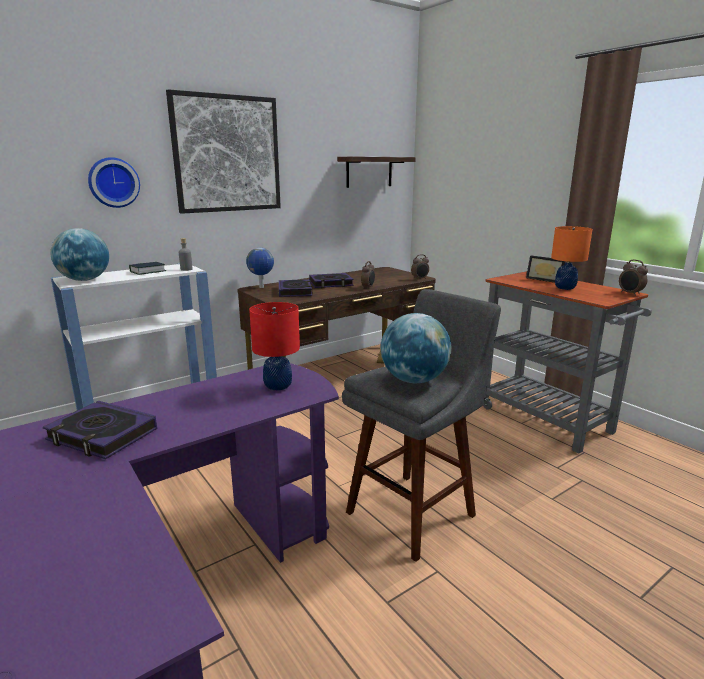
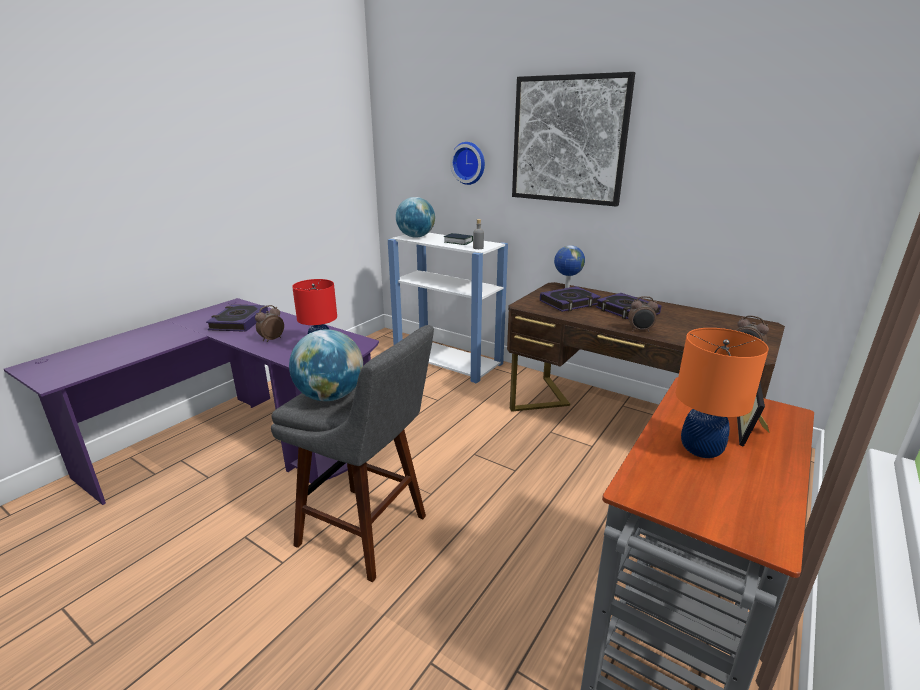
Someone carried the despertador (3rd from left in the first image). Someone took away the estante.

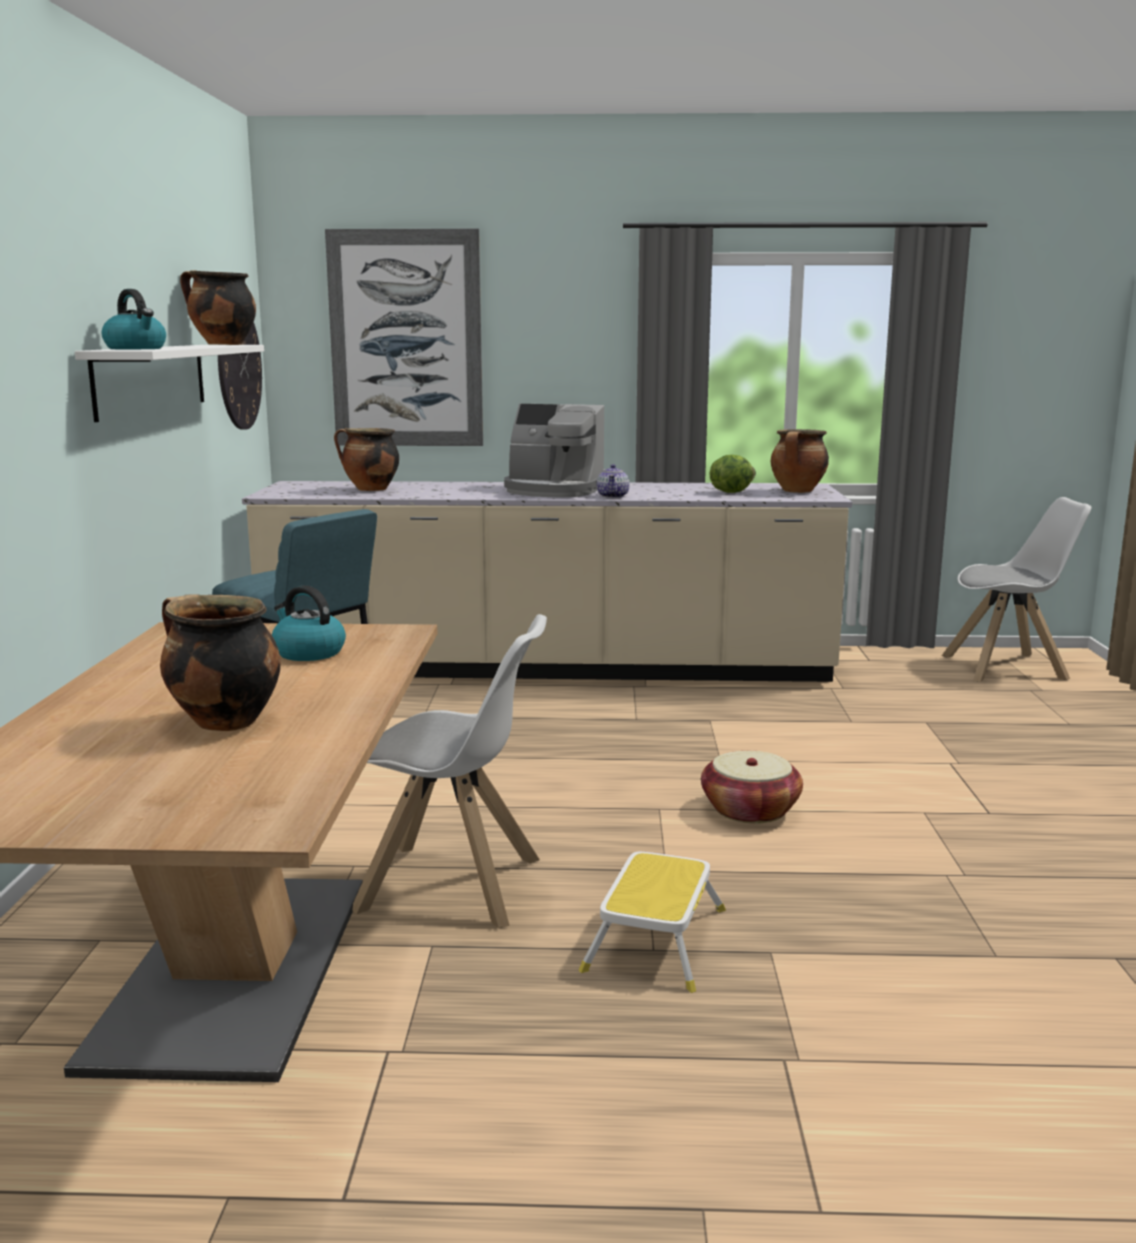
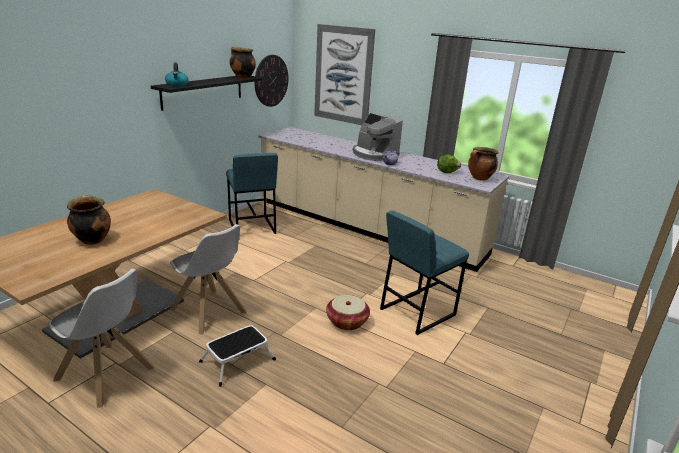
Someone carried the silla (2nd from left in the first image). Someone repainted the estante/blanco, which became the estante/negro. Someone repainted the escalera de tijera/amarillo, which became the escalera de tijera/negro. Someone put down the taburete/azul (2nd from left). Someone took away the hervidor (2nd from left). Someone took away the olla (3rd from left).

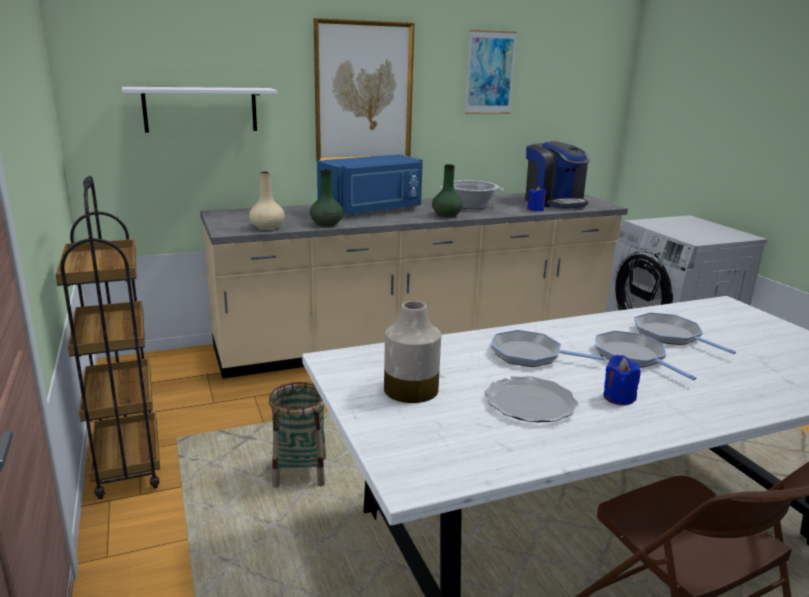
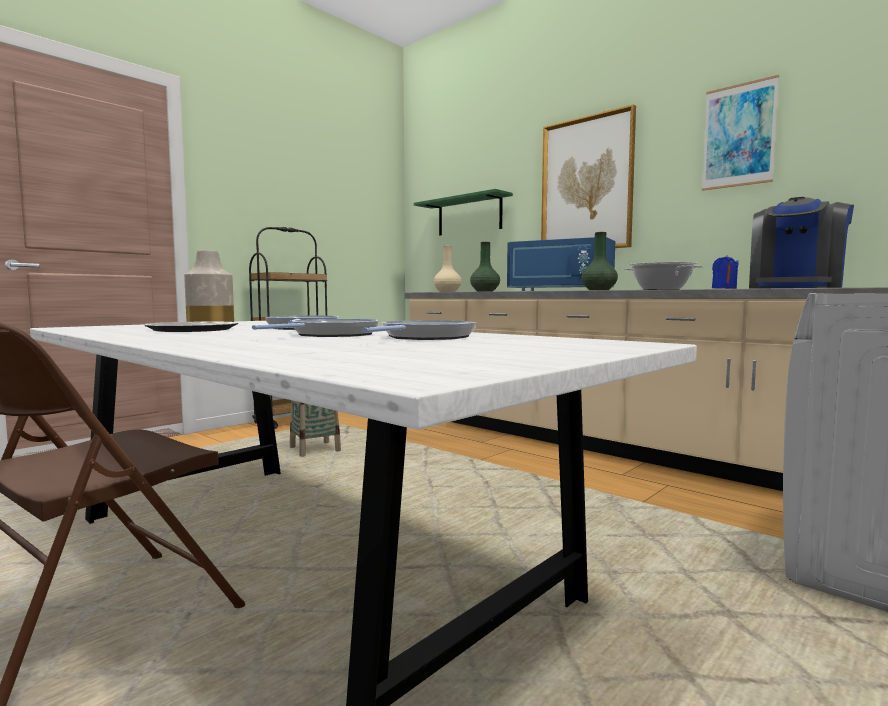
Someone repainted the estante/blanco, which became the estante/verde. Someone took away the vela/azul (2nd from left).

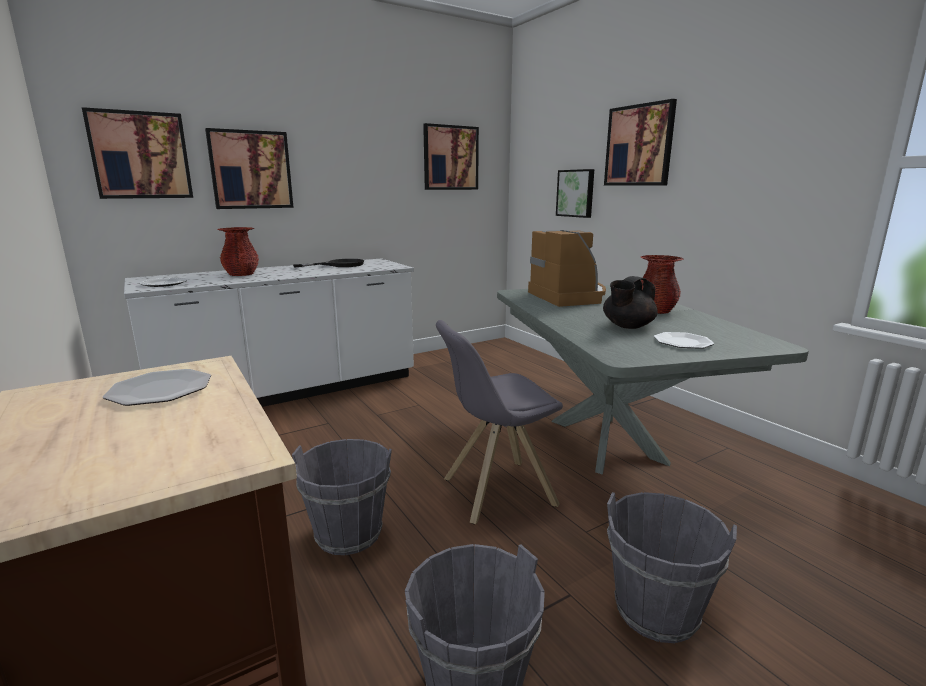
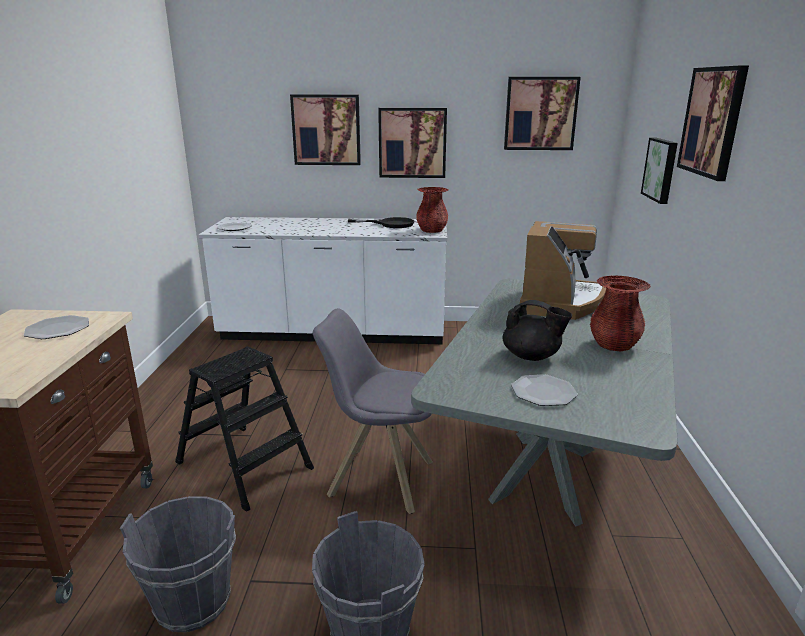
Someone swapped the cubo/gris (1st from left) for the escalera de tijera/negro. Someone carried the cuadro (1st from left in the first image). Someone carried the florero/rojo (1st from left). Someone rotated the tetera/negro by 150 degrees counterclockwise.

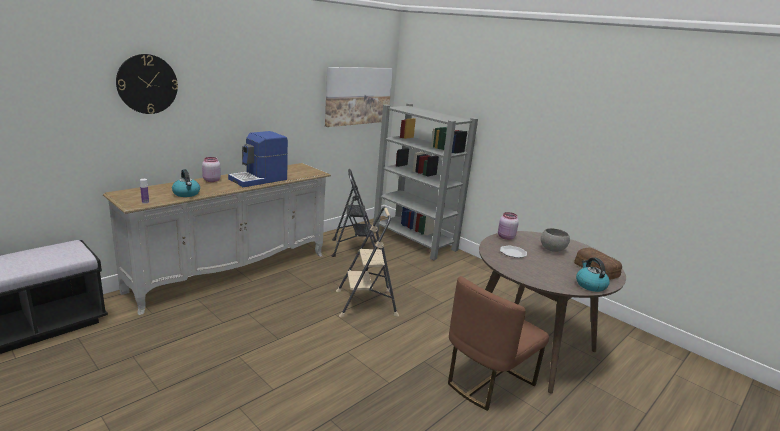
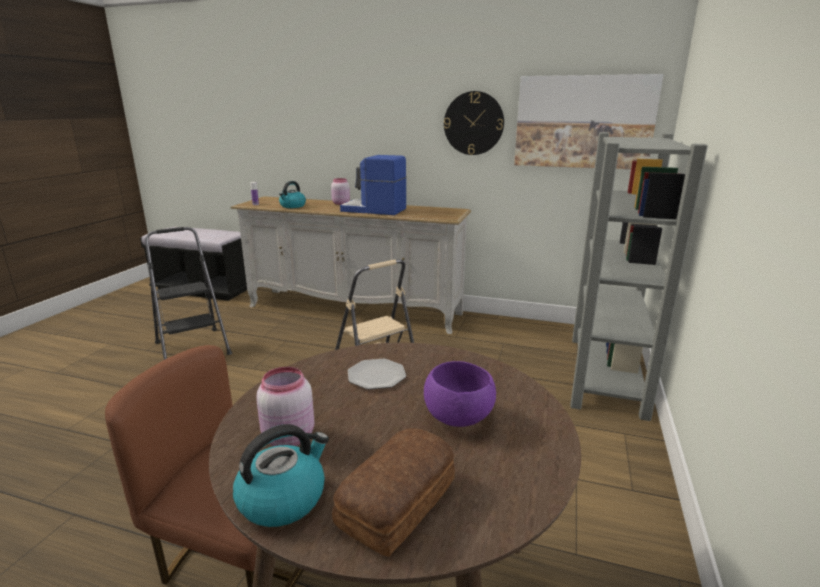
Someone carried the escalera de tijera/negro. Someone carried the tarro/rosa (2nd from left in the first image). Someone repainted the cuenco/gris, which became the cuenco/morado. Someone carried the reloj de pared.

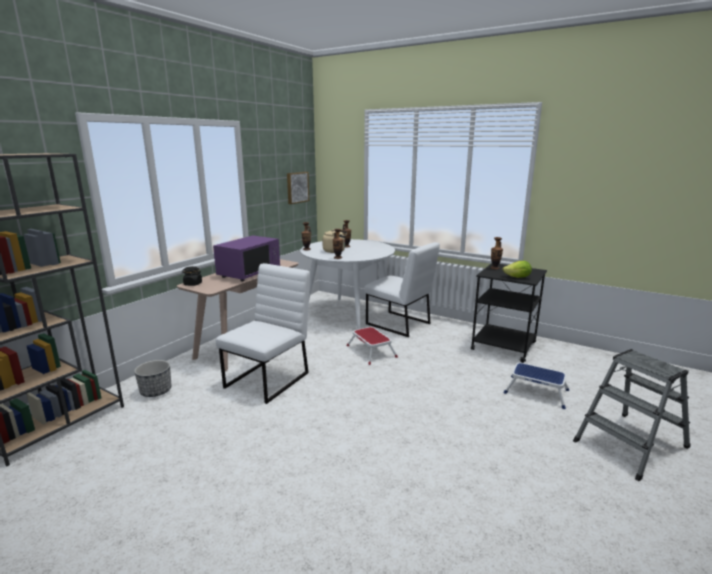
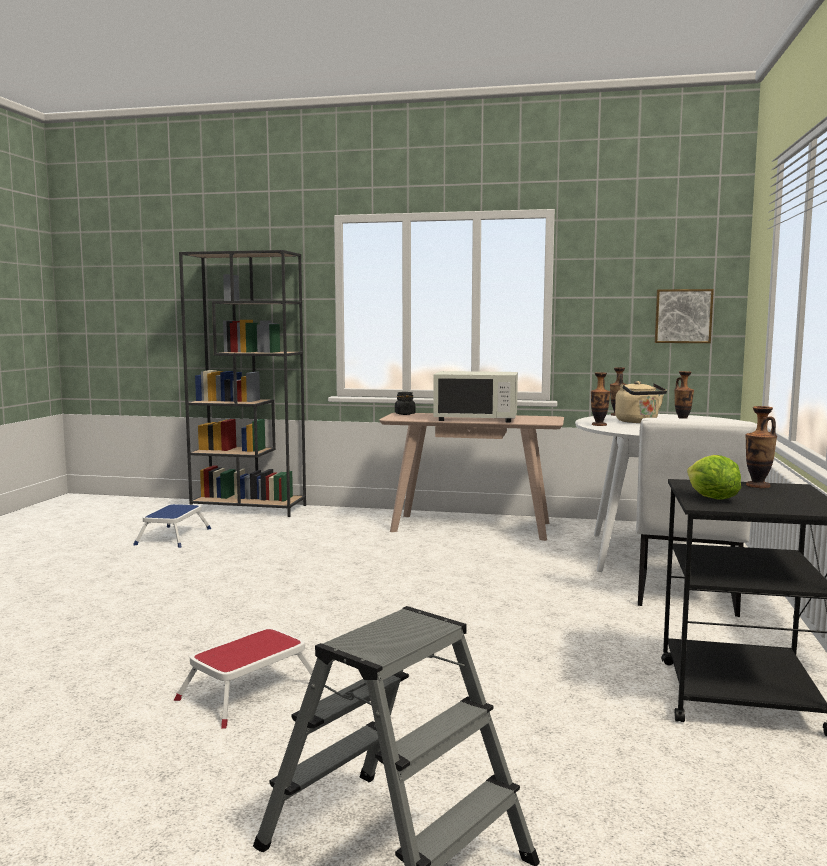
Someone carried the escalera de tijera/azul. Someone carried the escalera de tijera/rojo. Someone repainted the microondas/morado, which became the microondas/blanco. Someone took away the maceta. Someone took away the silla/blanco (1st from left).

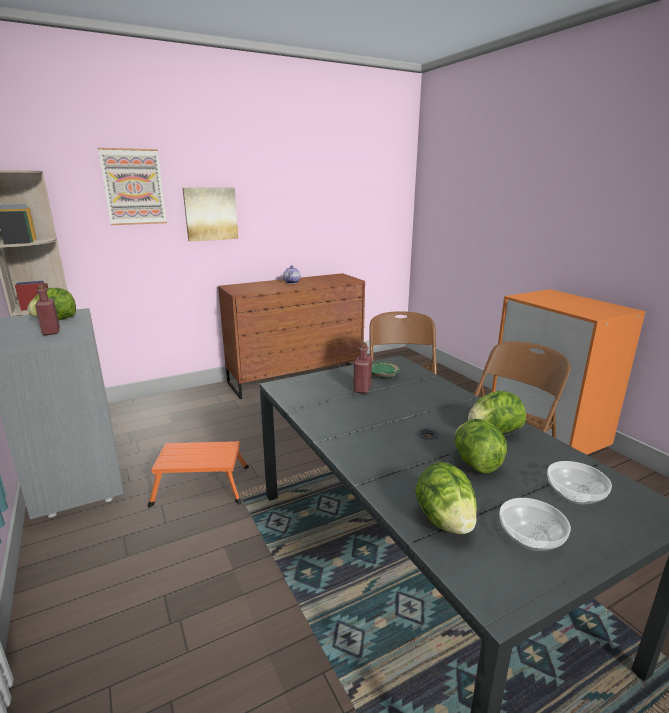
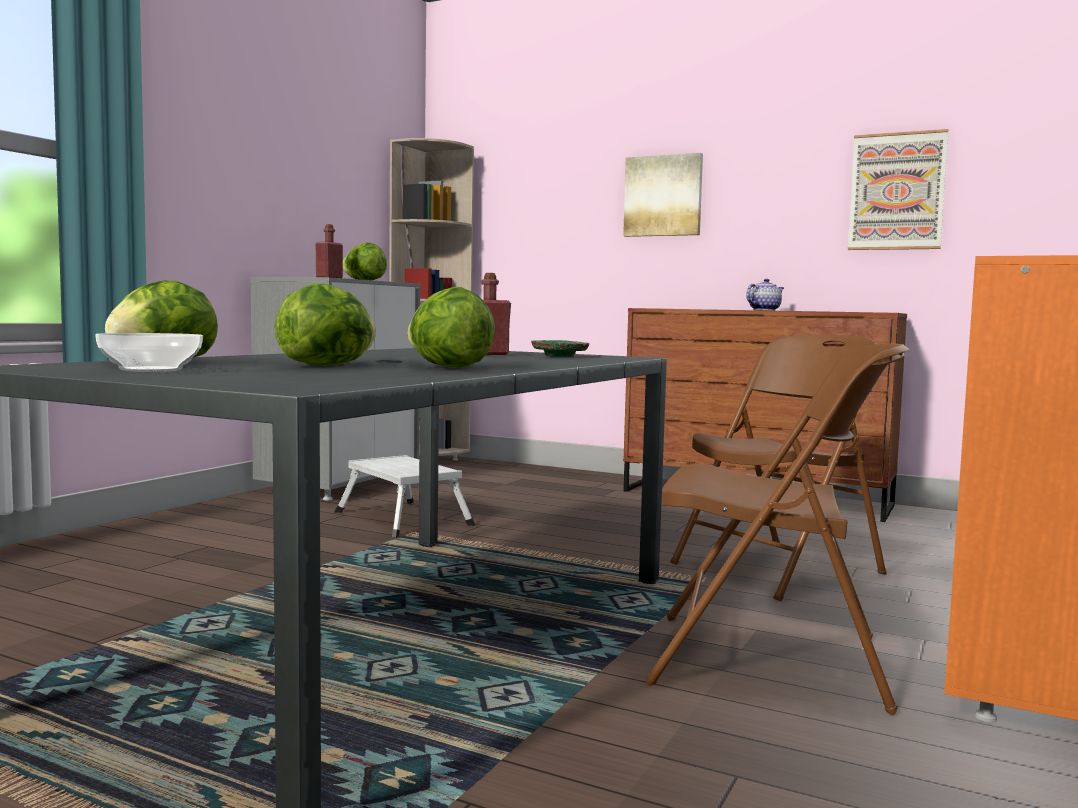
Someone repainted the escalera de tijera/naranja, which became the escalera de tijera/blanco. Someone carried the cuadro (1st from left in the first image). Someone took away the cuenco (2nd from left).

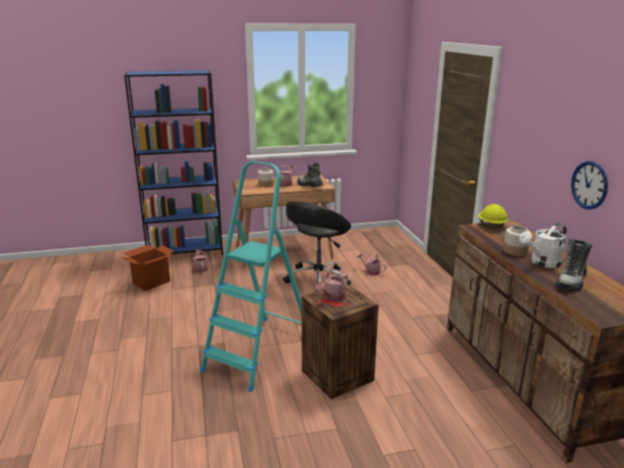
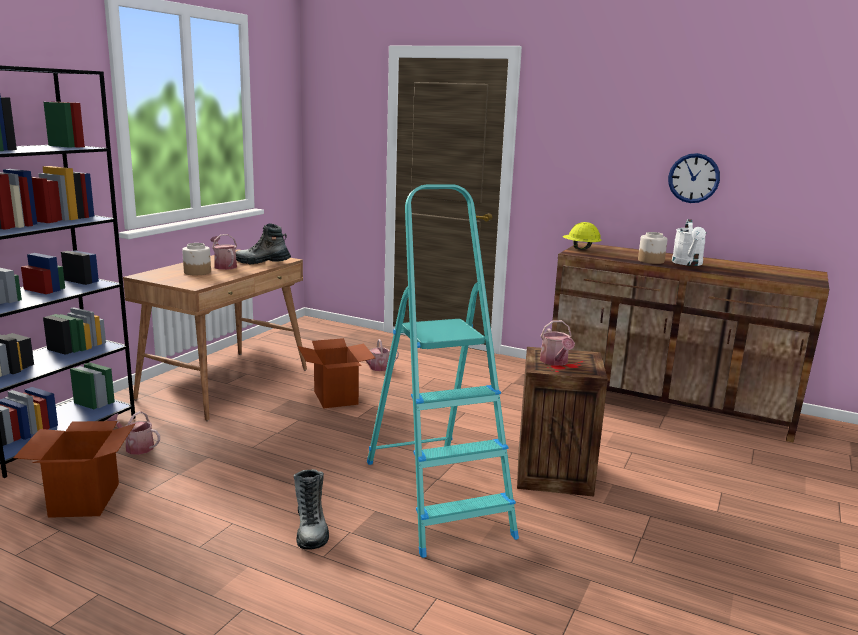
Someone carried the bota (2nd from left). Someone swapped the silla de oficina/negro for the caja de cartón (2nd from left).

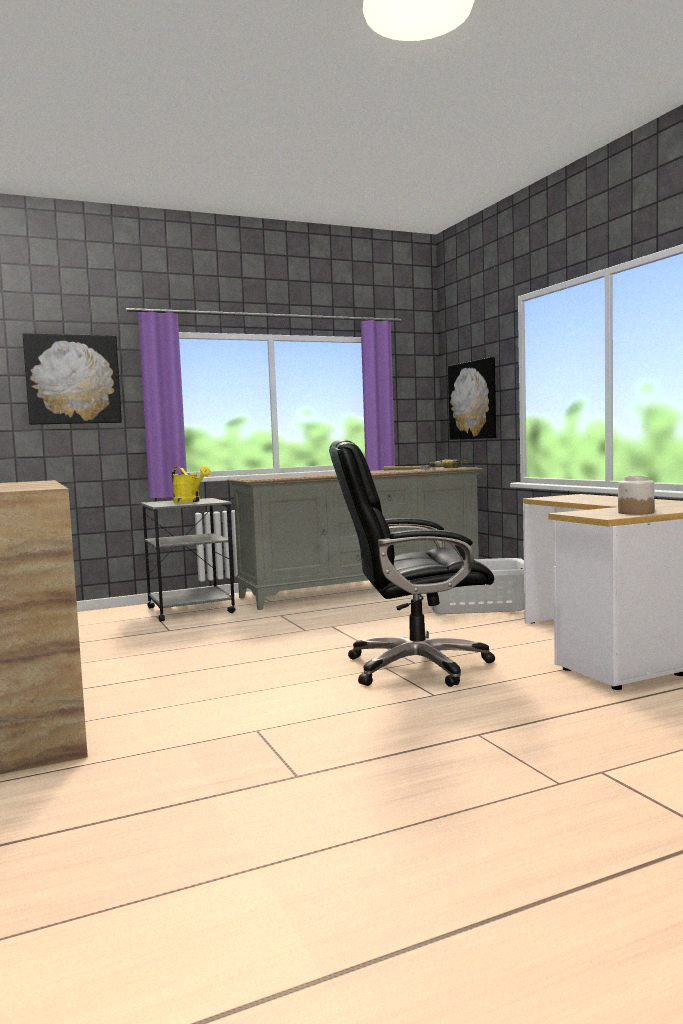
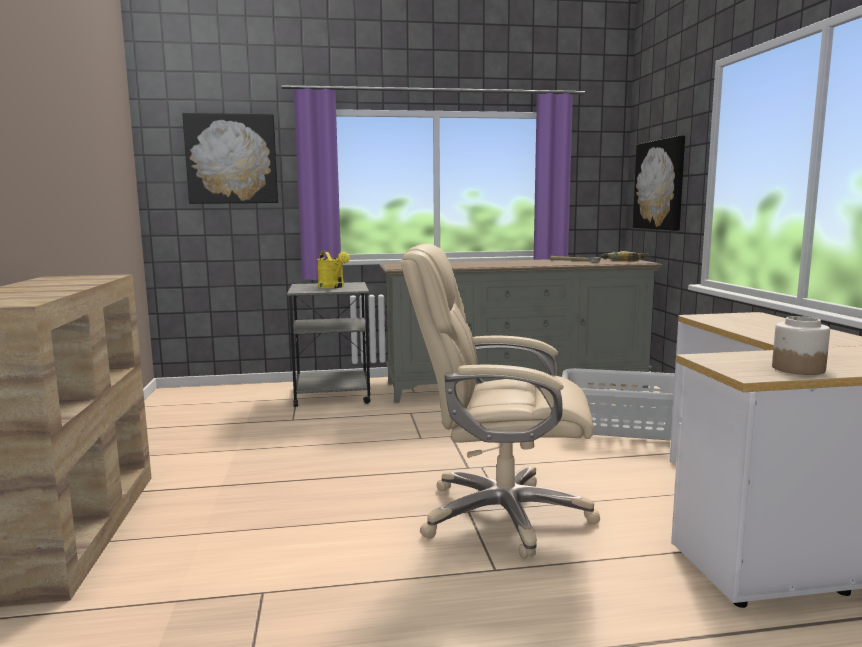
Someone repainted the silla de oficina/negro, which became the silla de oficina/beis.

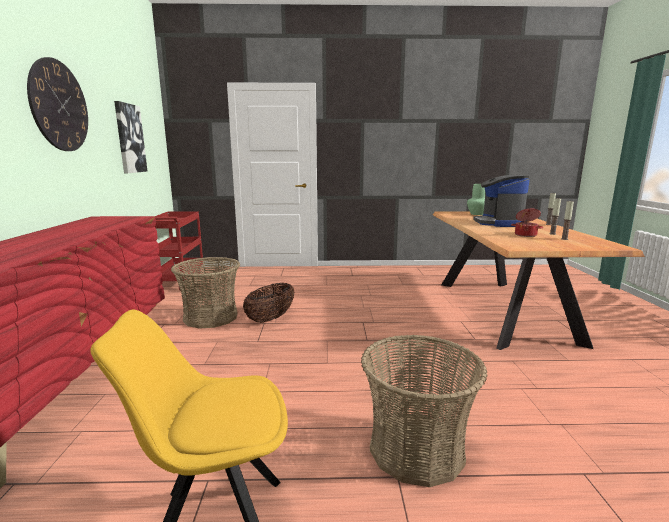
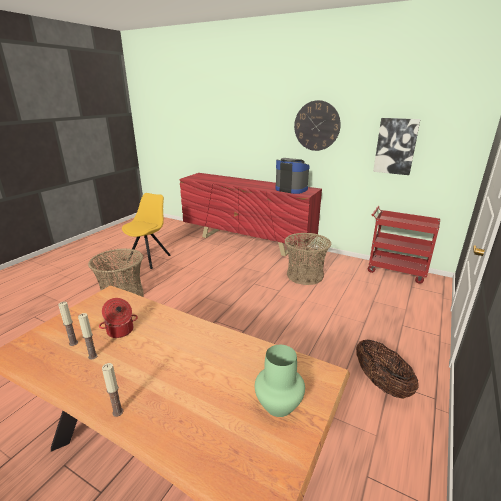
Someone carried the cafetera. Someone carried the cesta (2nd from left in the first image).

